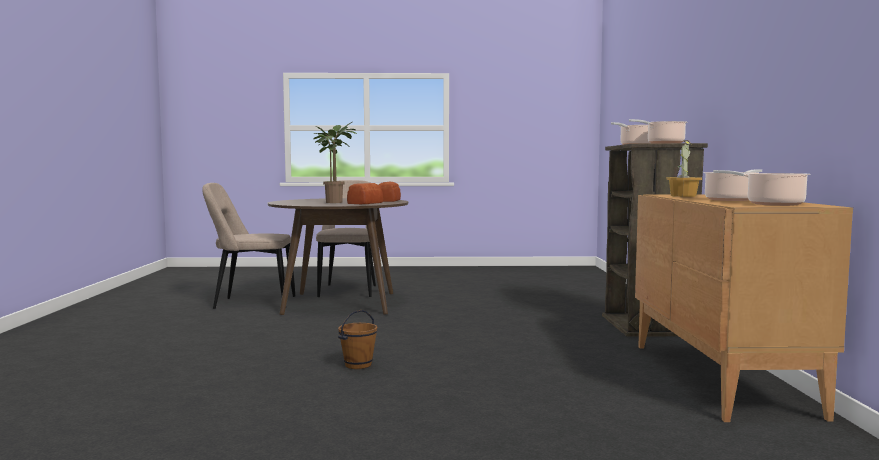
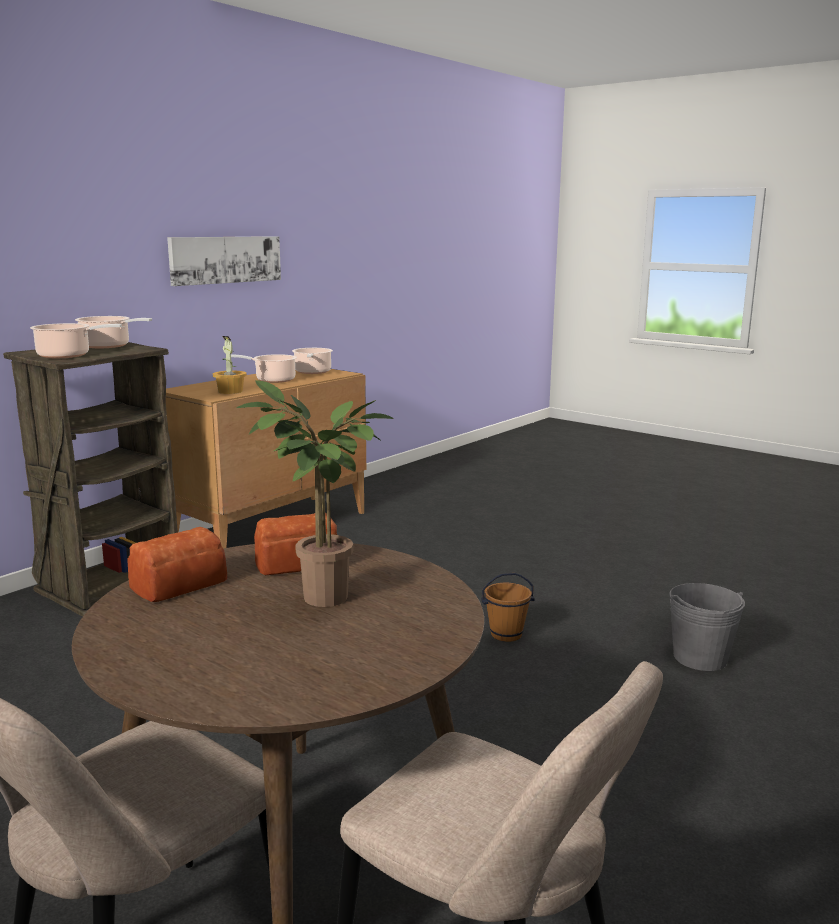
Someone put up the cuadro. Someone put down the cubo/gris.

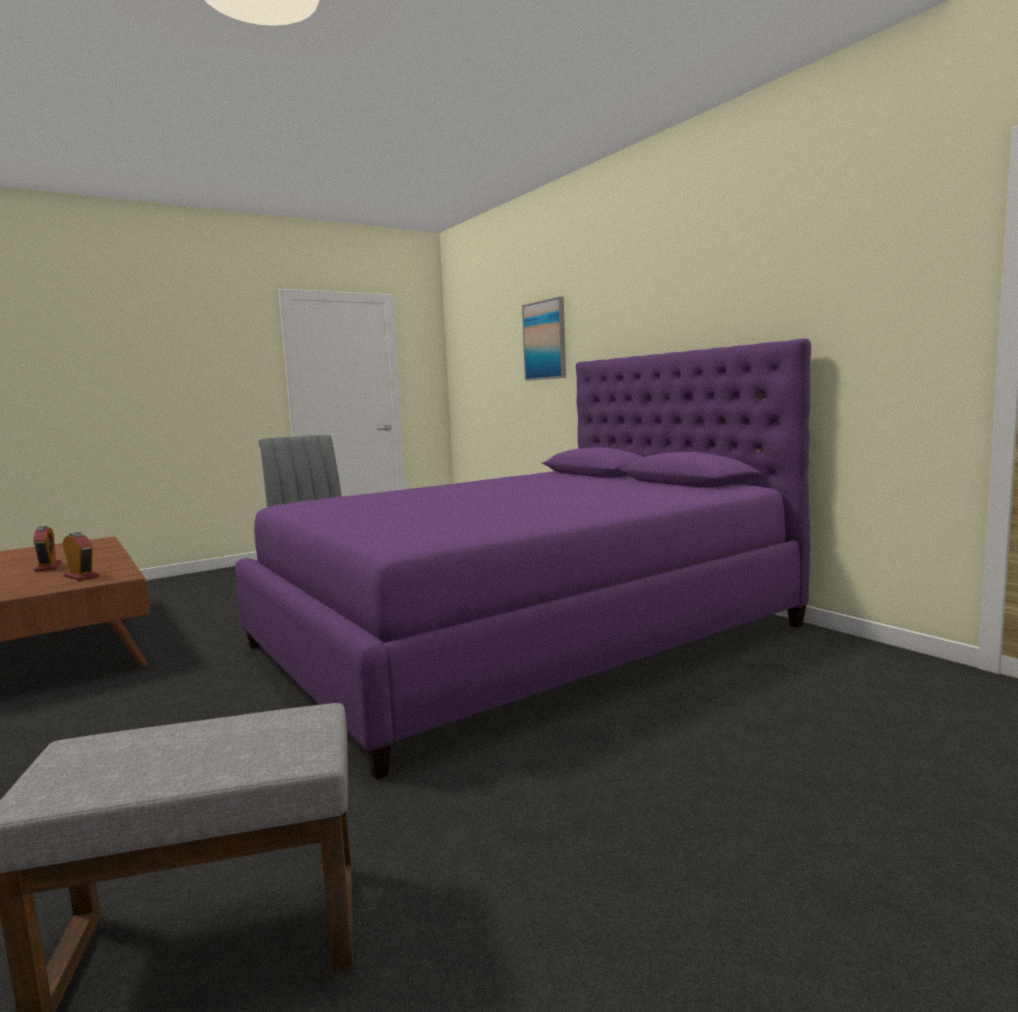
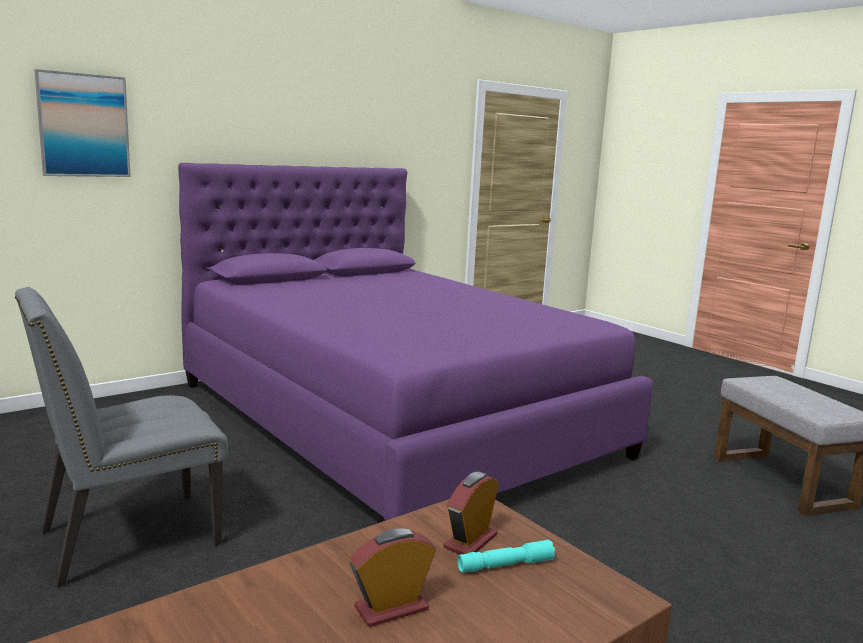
Someone put down the linterna/turquesa.

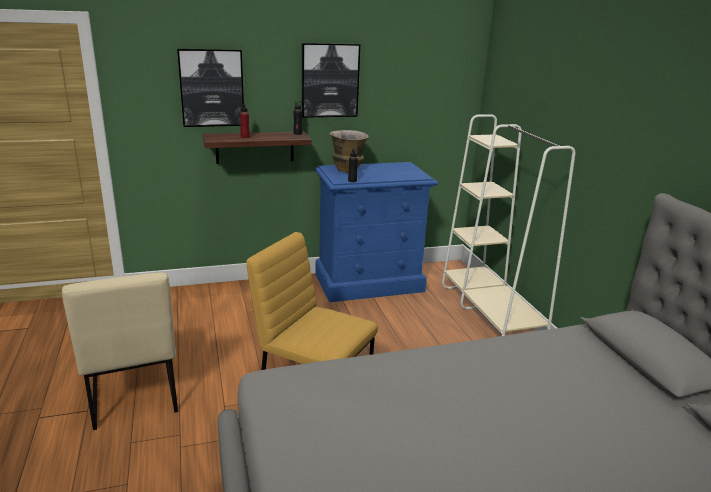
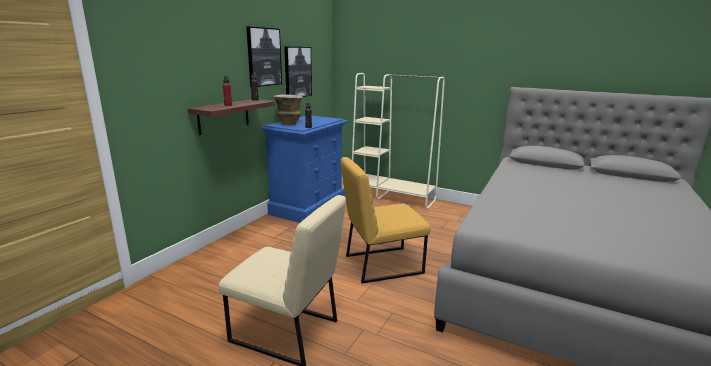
Someone carried the cuadro (1st from left in the first image).

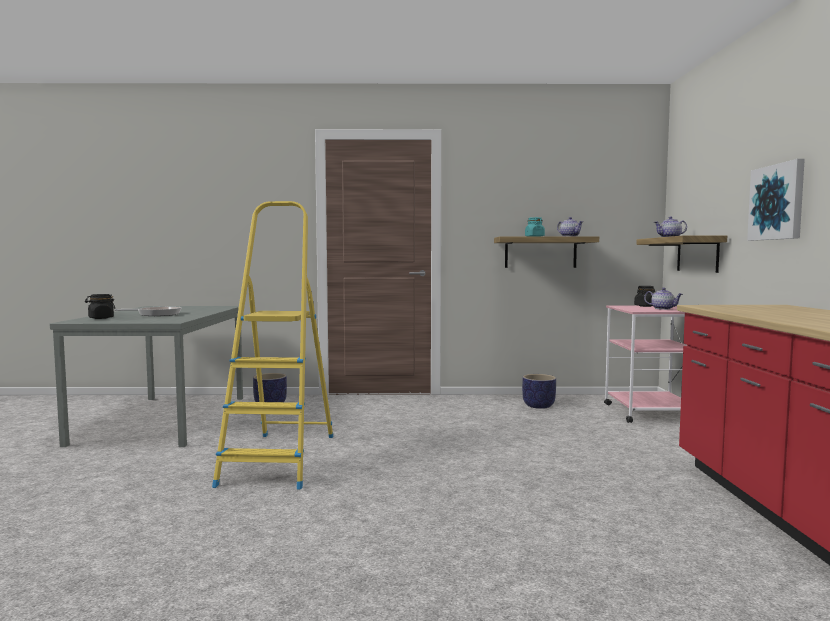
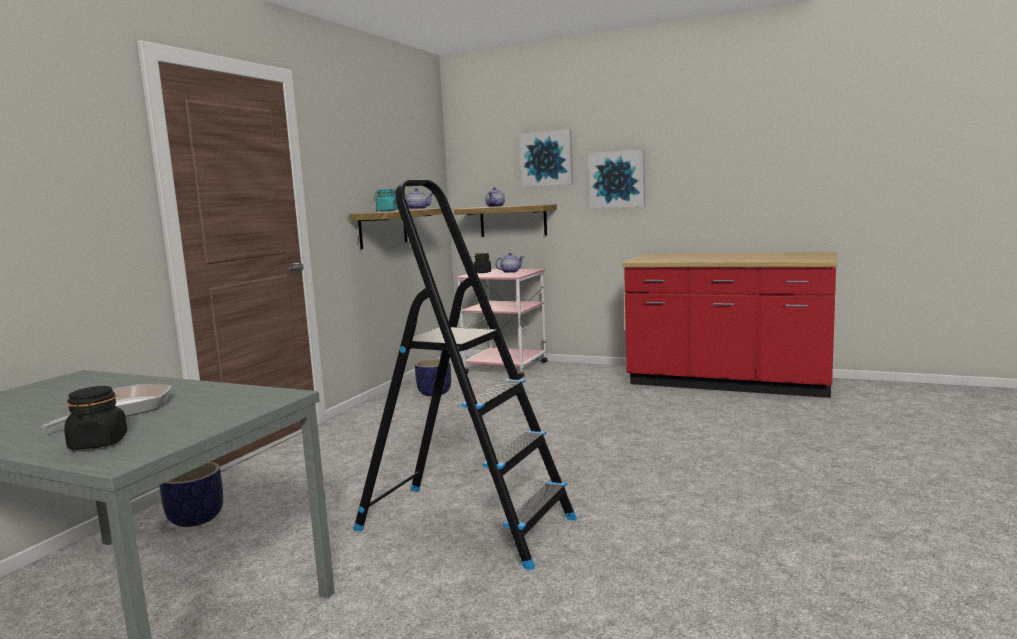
Someone repainted the escalera de tijera/amarillo, which became the escalera de tijera/negro. Someone put up the cuadro (1st from left).

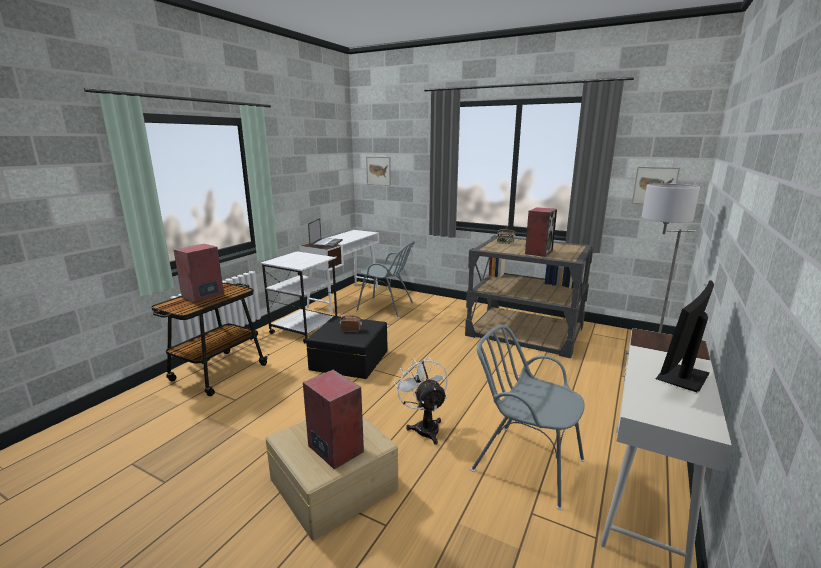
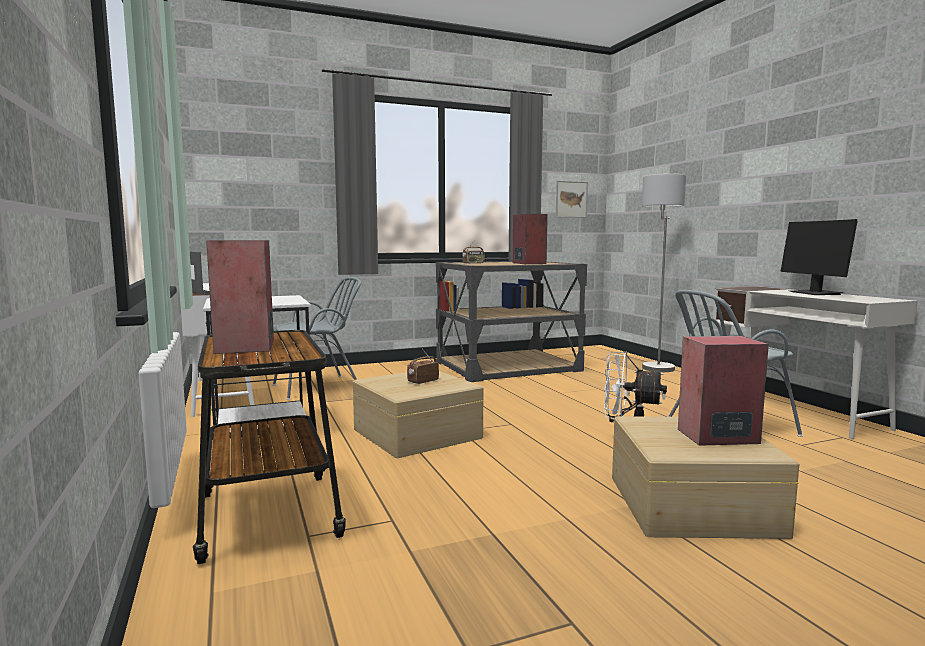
Someone repainted the caja de almacenaje/negro, which became the caja de almacenaje/beis (1st from left). Someone took away the cuadro (1st from left).

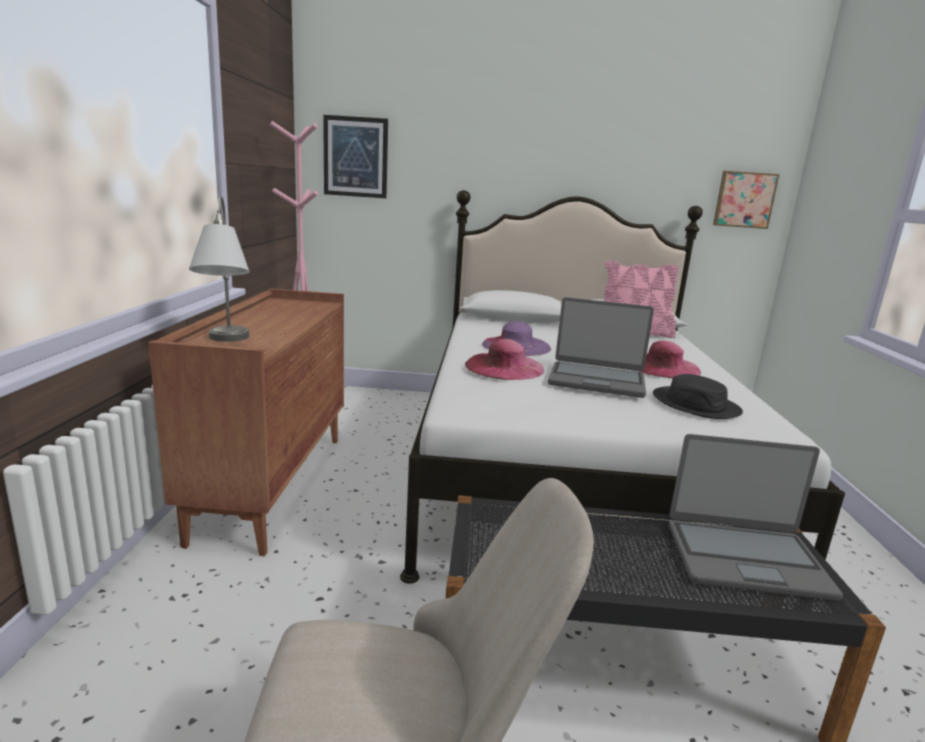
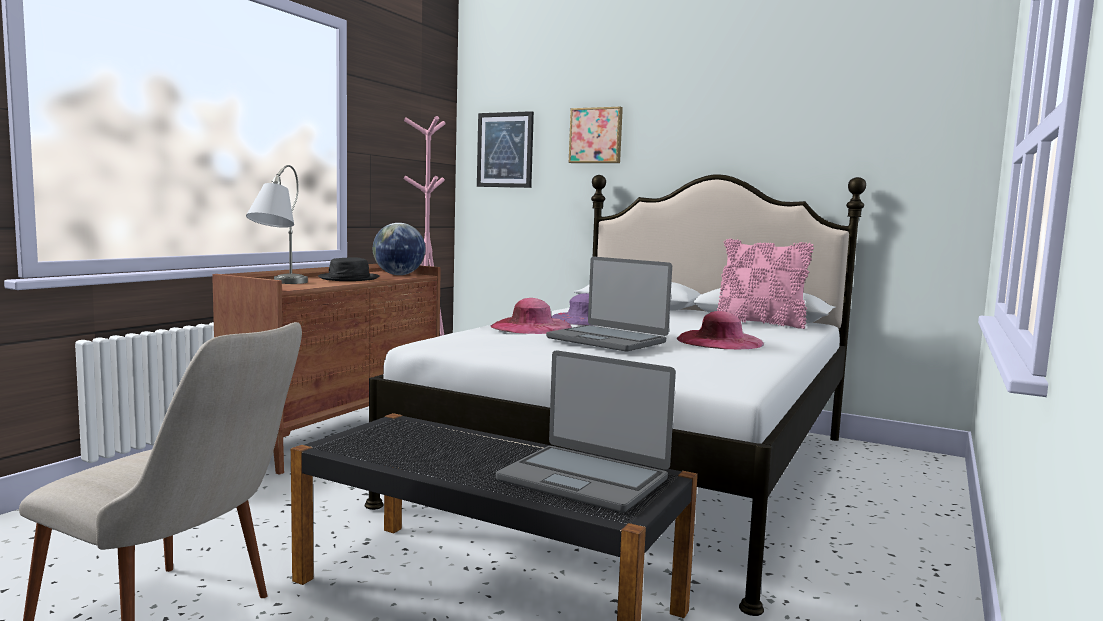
Someone carried the sombrero/negro. Someone put down the globo terráqueo. Someone carried the cuadro (2nd from left).

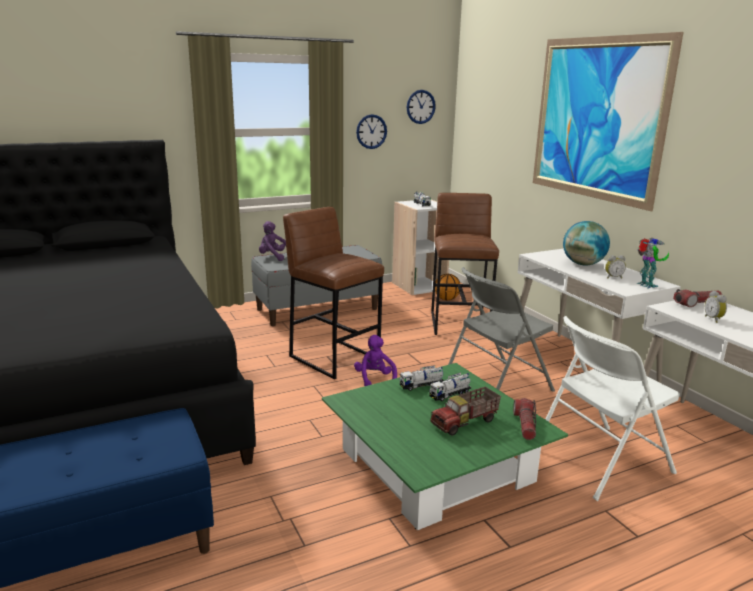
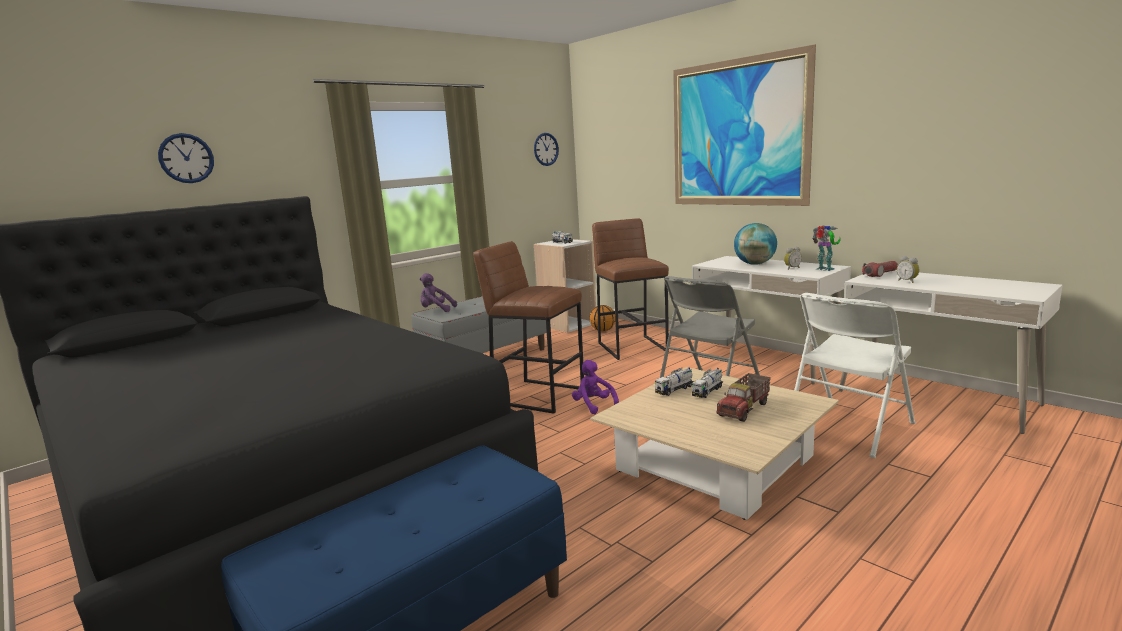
Someone carried the reloj de pared (1st from left). Someone repainted the mesa de centro/verde, which became the mesa de centro/beis. Someone took away the linterna (1st from left).

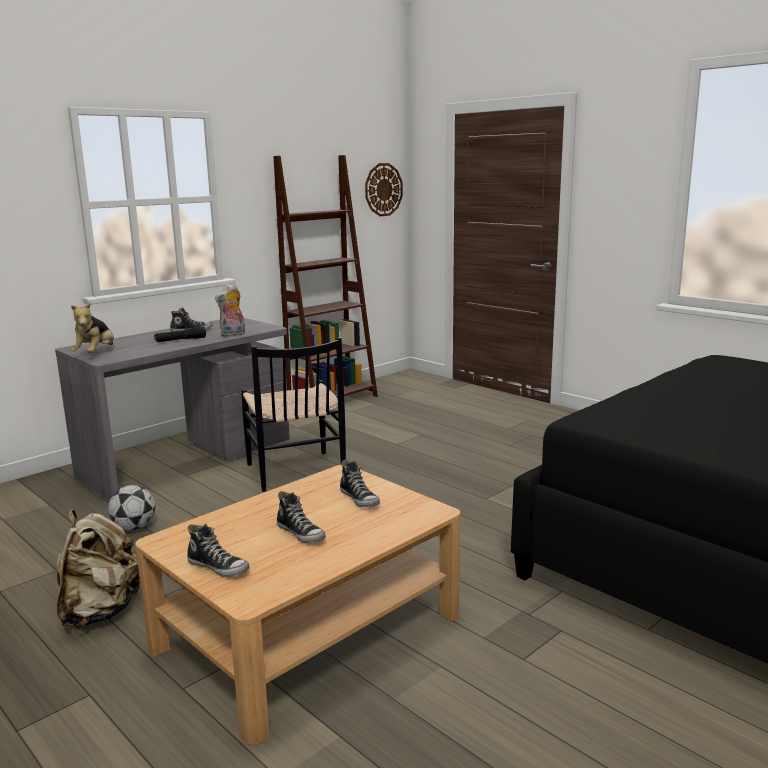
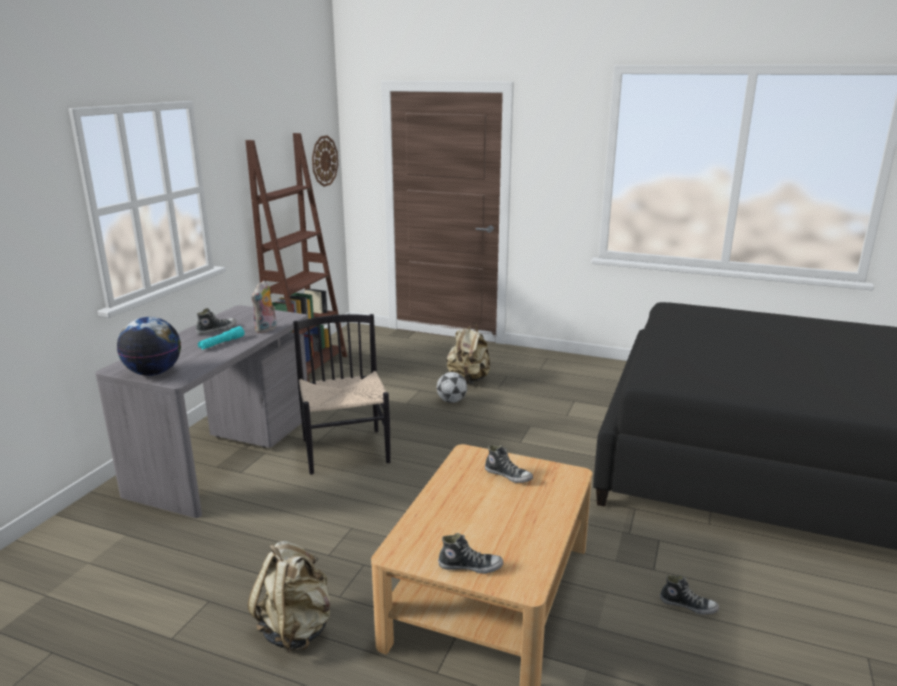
Someone swapped the peluche (1st from left) for the globo terráqueo. Someone repainted the linterna/negro, which became the linterna/turquesa. Someone rotated the silla/negro by 150 degrees counterclockwise. Someone carried the balón de fútbol. Someone put down the mochila/beis (2nd from left). Someone carried the zapato (3rd from left in the first image).

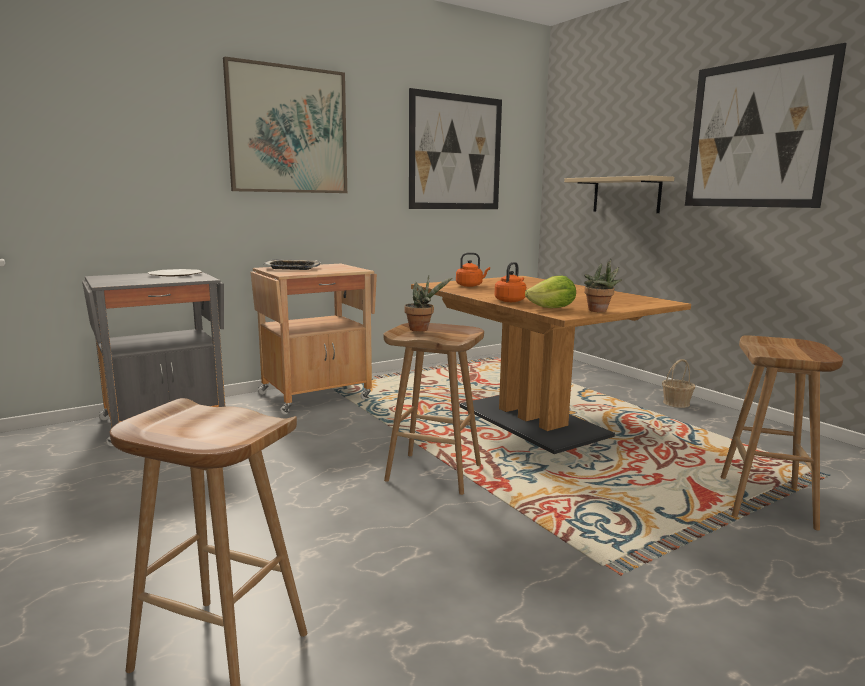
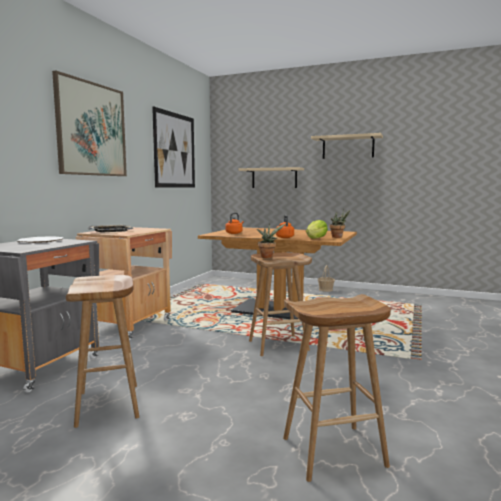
Someone carried the taburete/marrón (3rd from left in the first image). Someone swapped the cuadro (3rd from left) for the estante/beis (2nd from left).

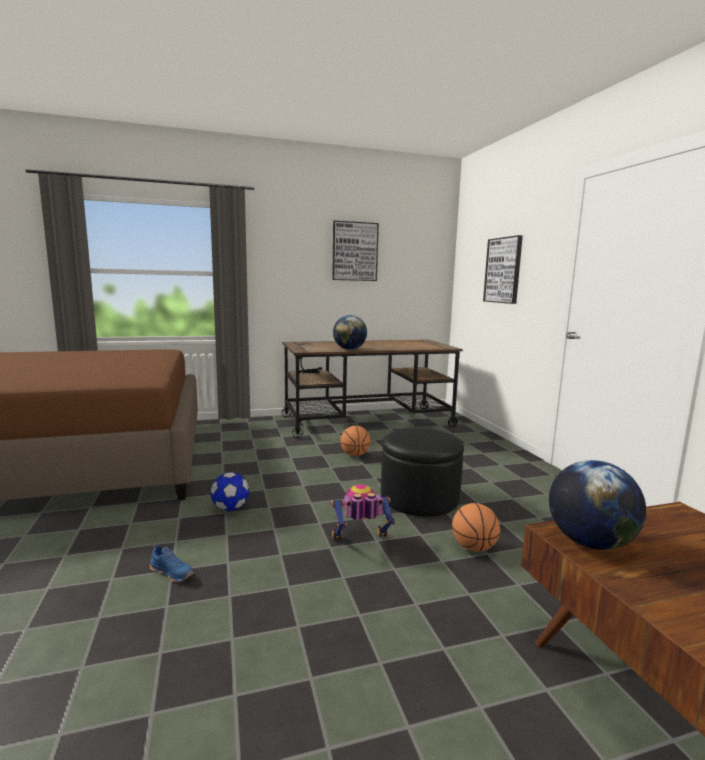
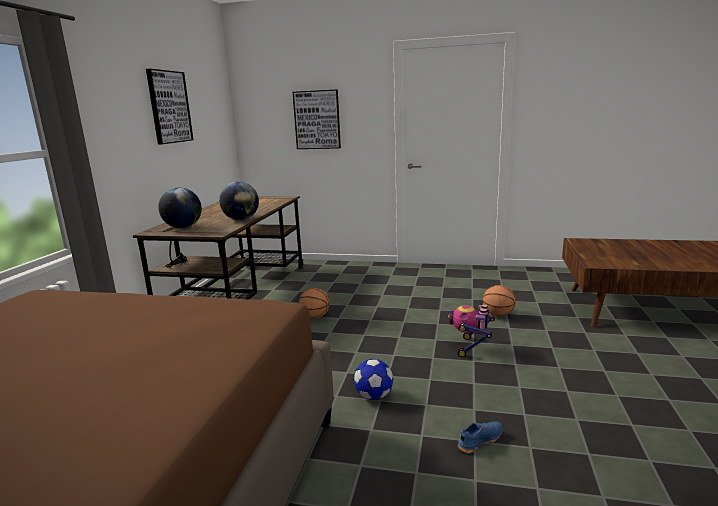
Someone carried the globo terráqueo (2nd from left in the first image). Someone took away the puf/negro.

